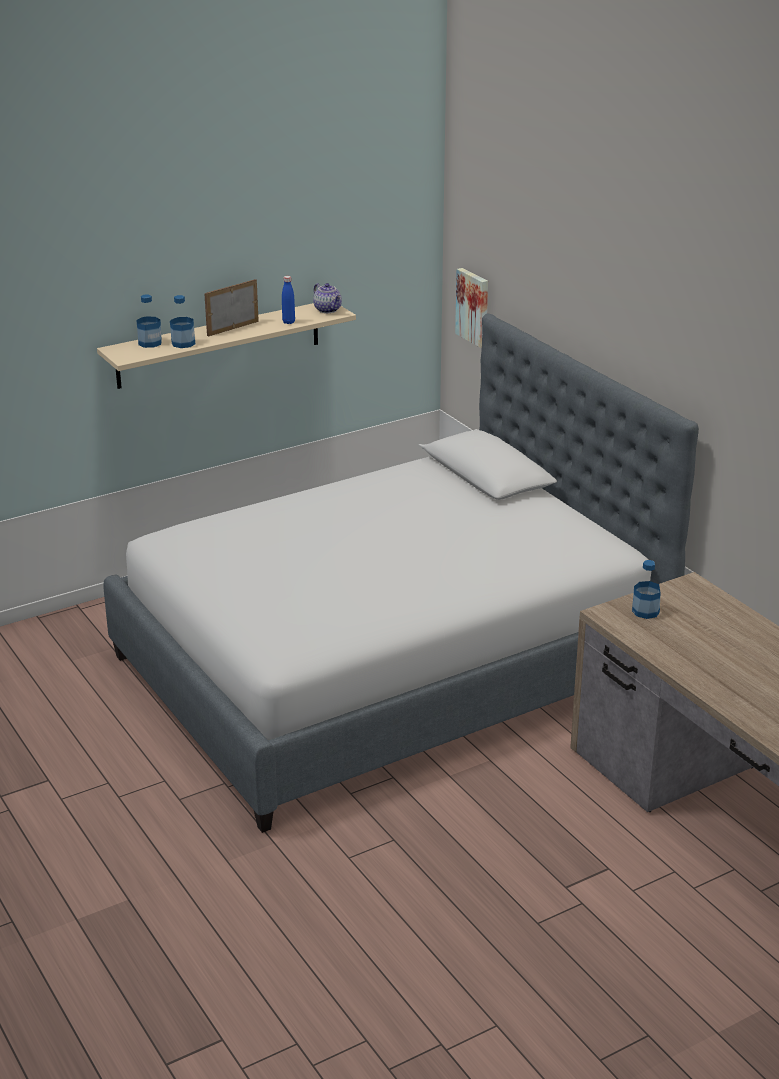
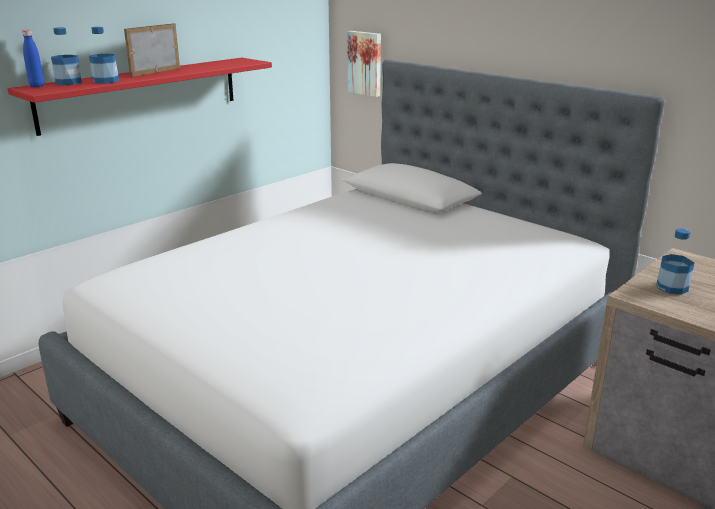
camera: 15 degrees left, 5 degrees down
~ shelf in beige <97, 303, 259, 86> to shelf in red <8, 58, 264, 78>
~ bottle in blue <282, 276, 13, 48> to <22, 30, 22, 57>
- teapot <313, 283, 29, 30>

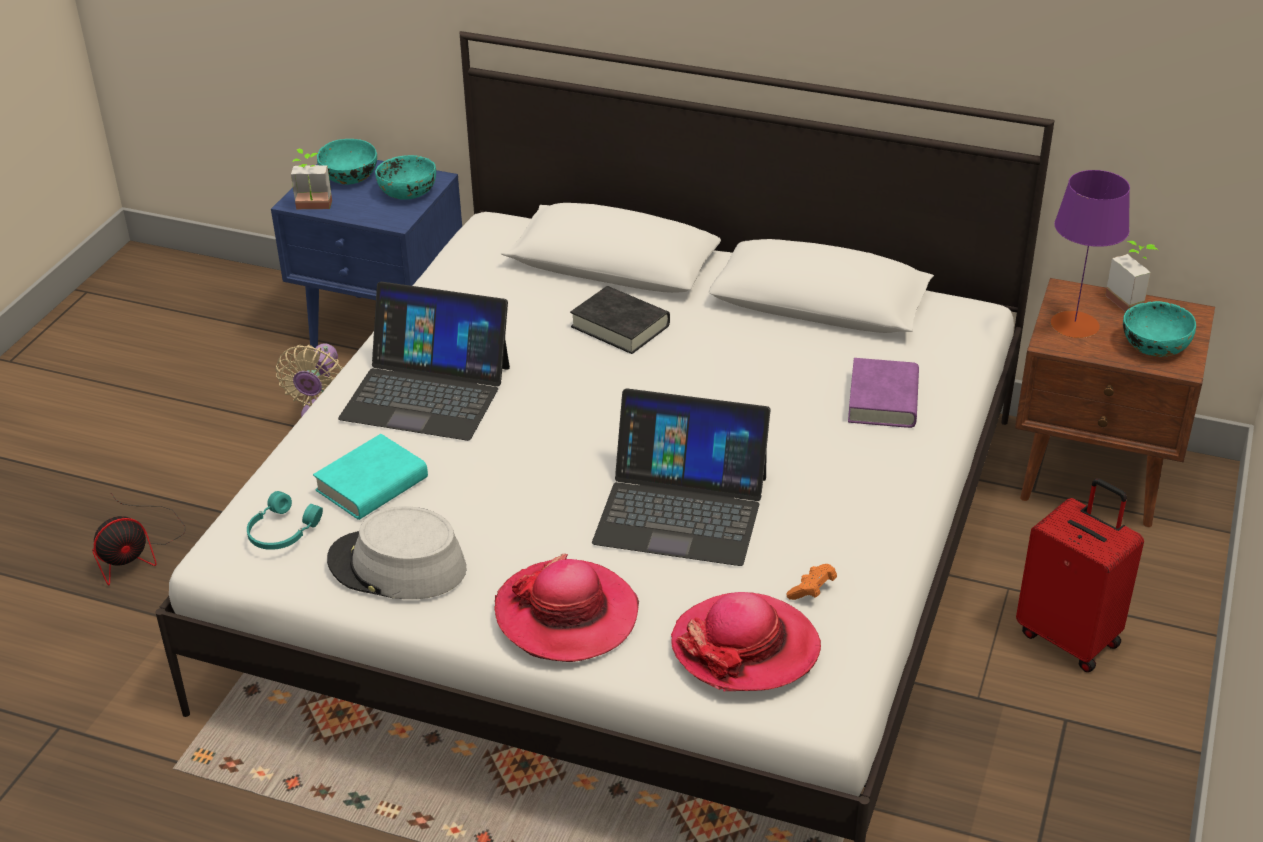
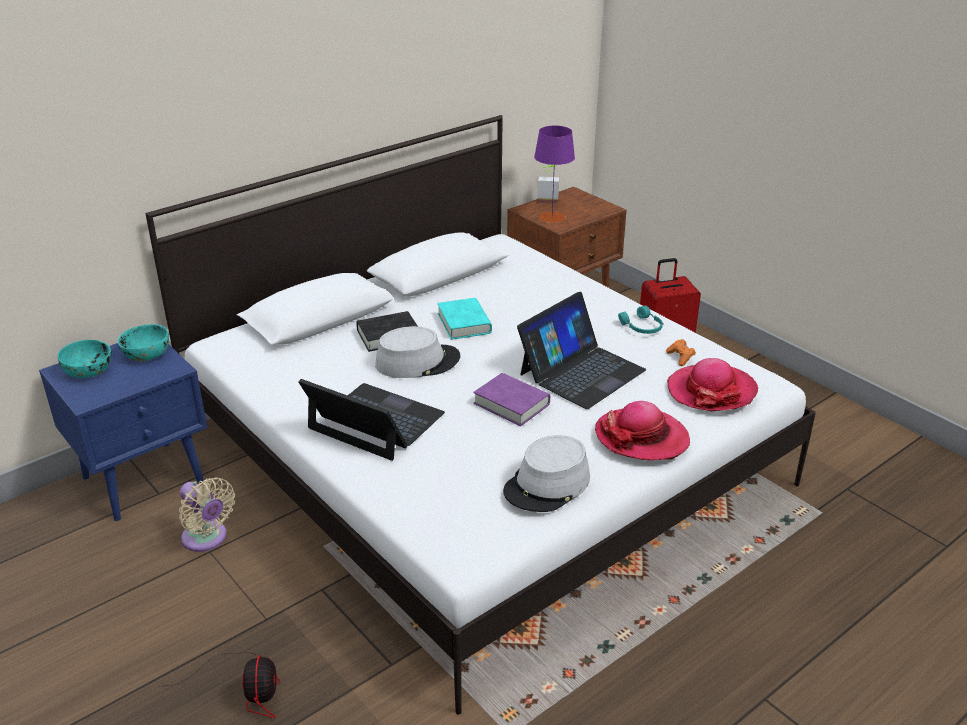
camera: 60 degrees left, 5 degrees down
~ headphones in turquoise <247, 491, 76, 59> to <618, 306, 45, 28>
- potted plant <291, 149, 41, 60>
~ book in turquoise <313, 434, 115, 86> to <437, 298, 55, 42>
~ laptop <338, 282, 172, 159> = <298, 379, 147, 82> 105 degrees counterclockwise
~ book in purple <848, 358, 71, 70> to <473, 373, 77, 53>
- bowl in turquoise <1123, 301, 73, 56>
+ hat in grey <375, 326, 85, 52>

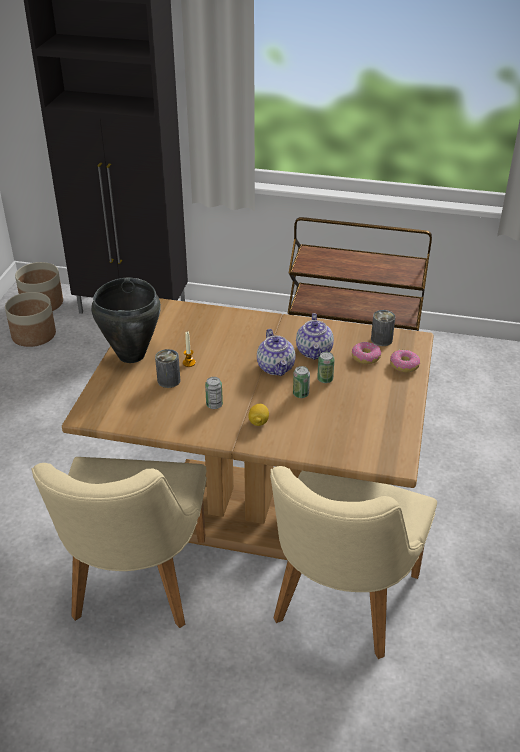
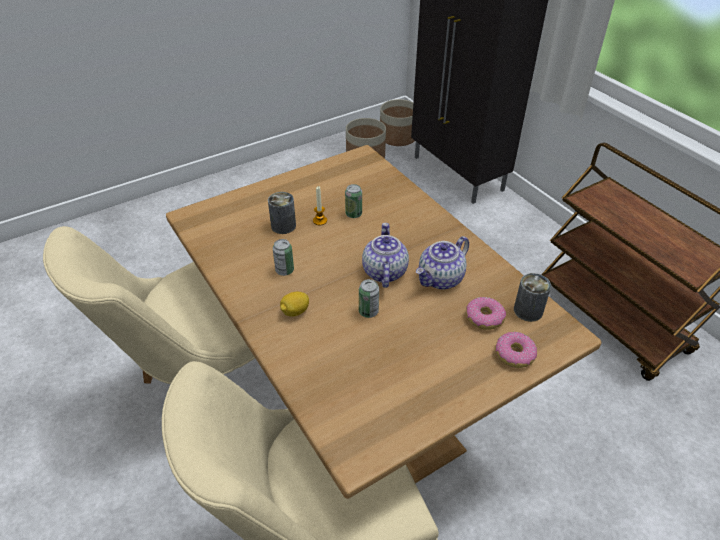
camera: 45 degrees right, 5 degrees up
- cooking pot in black <91, 278, 70, 85>
~ teapot <257, 329, 38, 47> = <362, 223, 47, 65> 150 degrees clockwise
~ can <317, 352, 18, 31> to <345, 184, 17, 34>

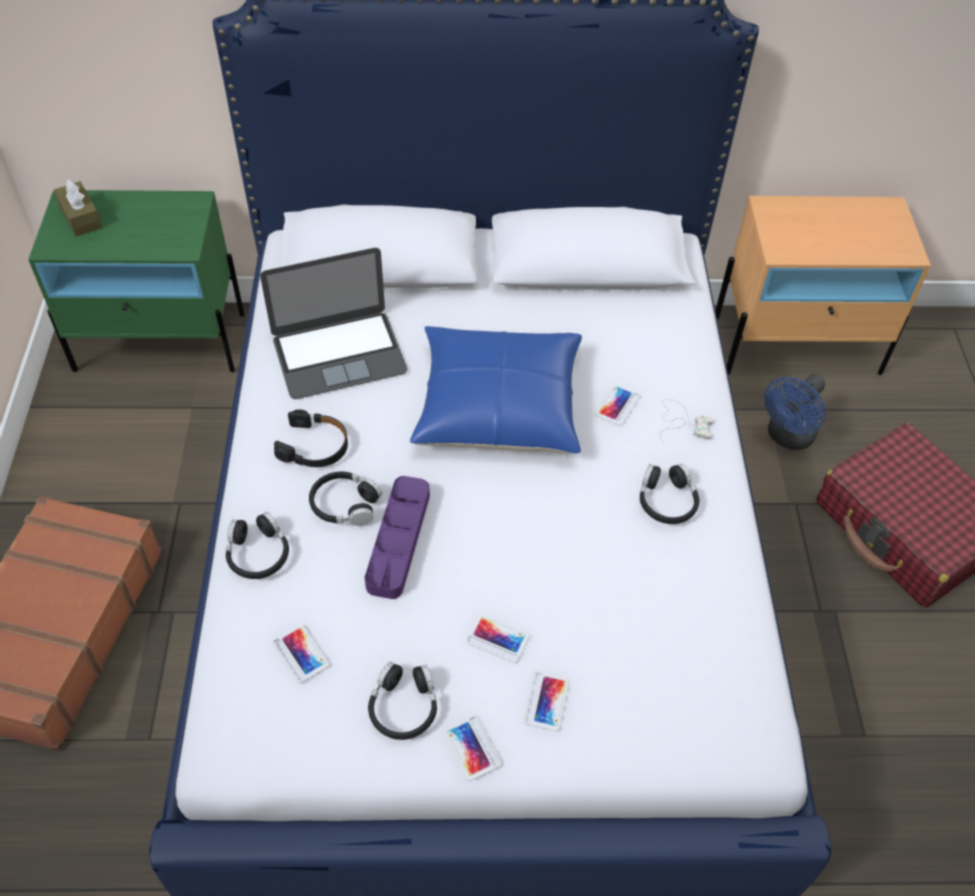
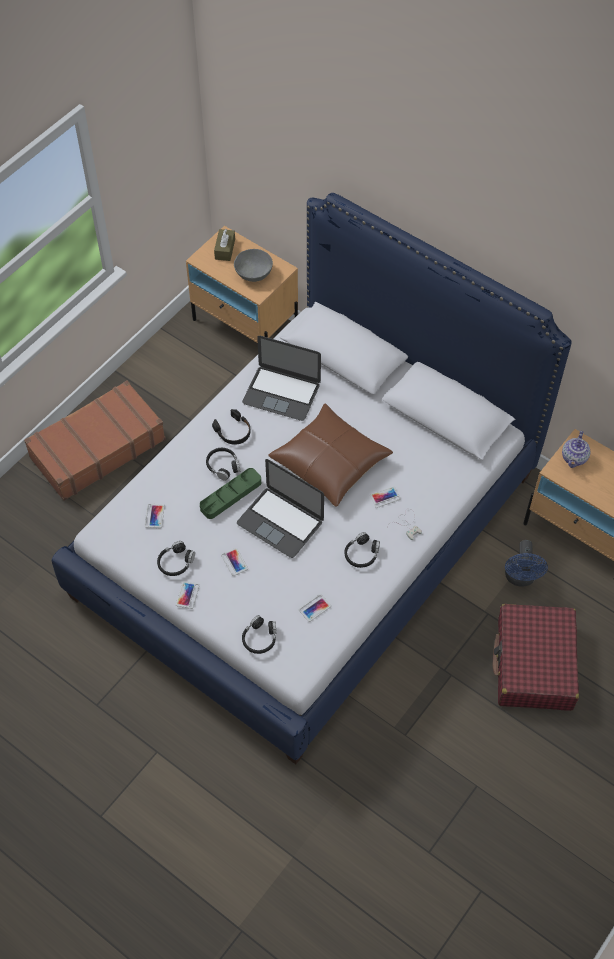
camera: 40 degrees right, 5 degrees up
~ nightstand in green <28, 190, 217, 182> to nightstand in beige <186, 226, 112, 117>
~ headphones in black <225, 512, 64, 67> to <242, 615, 34, 39>
~ tray in purple <365, 476, 65, 123> to tray in green <200, 468, 61, 51>
~ pillow in blue <410, 326, 172, 128> to pillow in brown <268, 403, 125, 104>
~ phone <523, 671, 46, 60> to <299, 594, 32, 28>
~ fan in blue <764, 374, 62, 76> = <505, 540, 43, 47> 75 degrees counterclockwise
+ bowl in grey <234, 249, 39, 33>
+ laptop <237, 459, 87, 99>
+ teapot <562, 431, 28, 37>

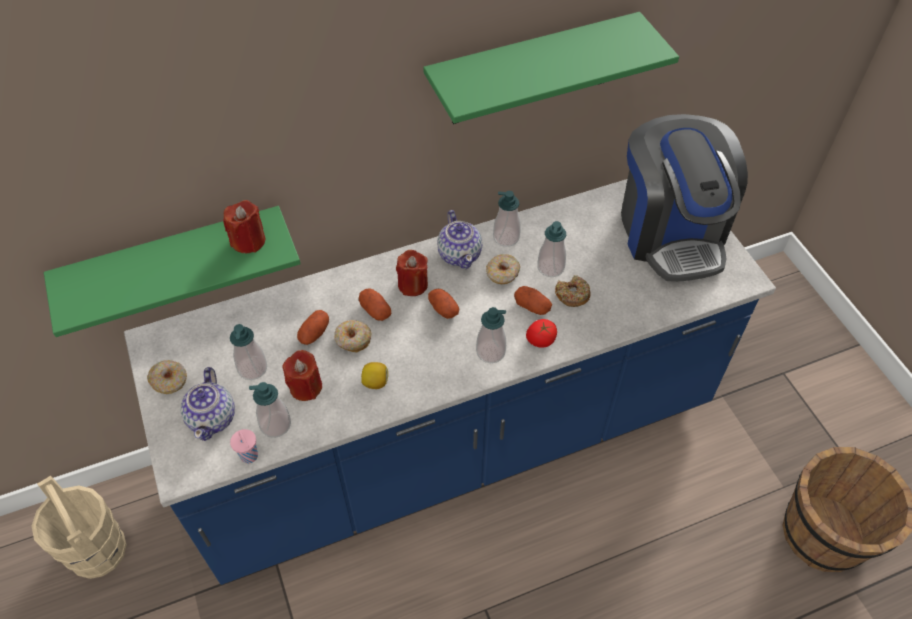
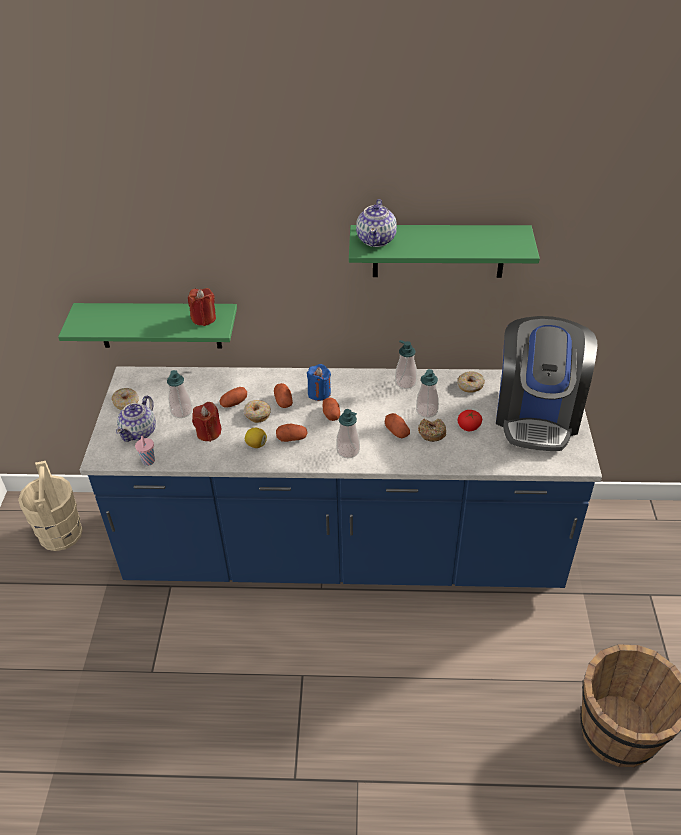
camera: 25 degrees right, 10 degrees down
- soap dispenser <249, 382, 42, 56>
~ candle in red <396, 250, 32, 46> to candle in blue <307, 364, 24, 37>
~ teapot <437, 210, 45, 59> to <356, 199, 41, 48>
~ donut <486, 254, 34, 30> to <457, 371, 28, 22>
~ tomato <526, 319, 31, 29> to <458, 410, 24, 21>
+ potato <276, 424, 31, 18>

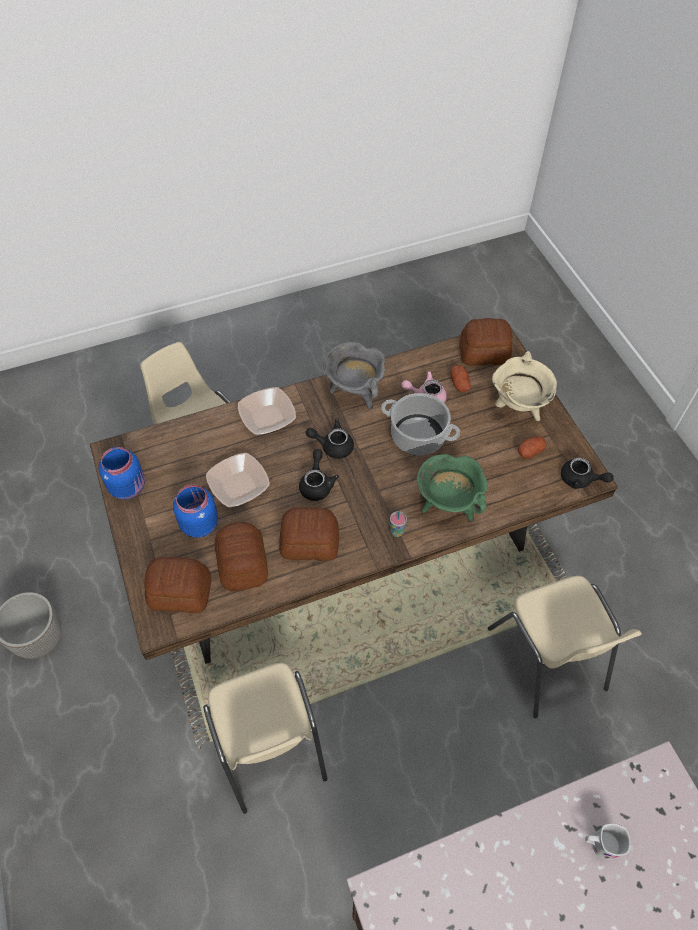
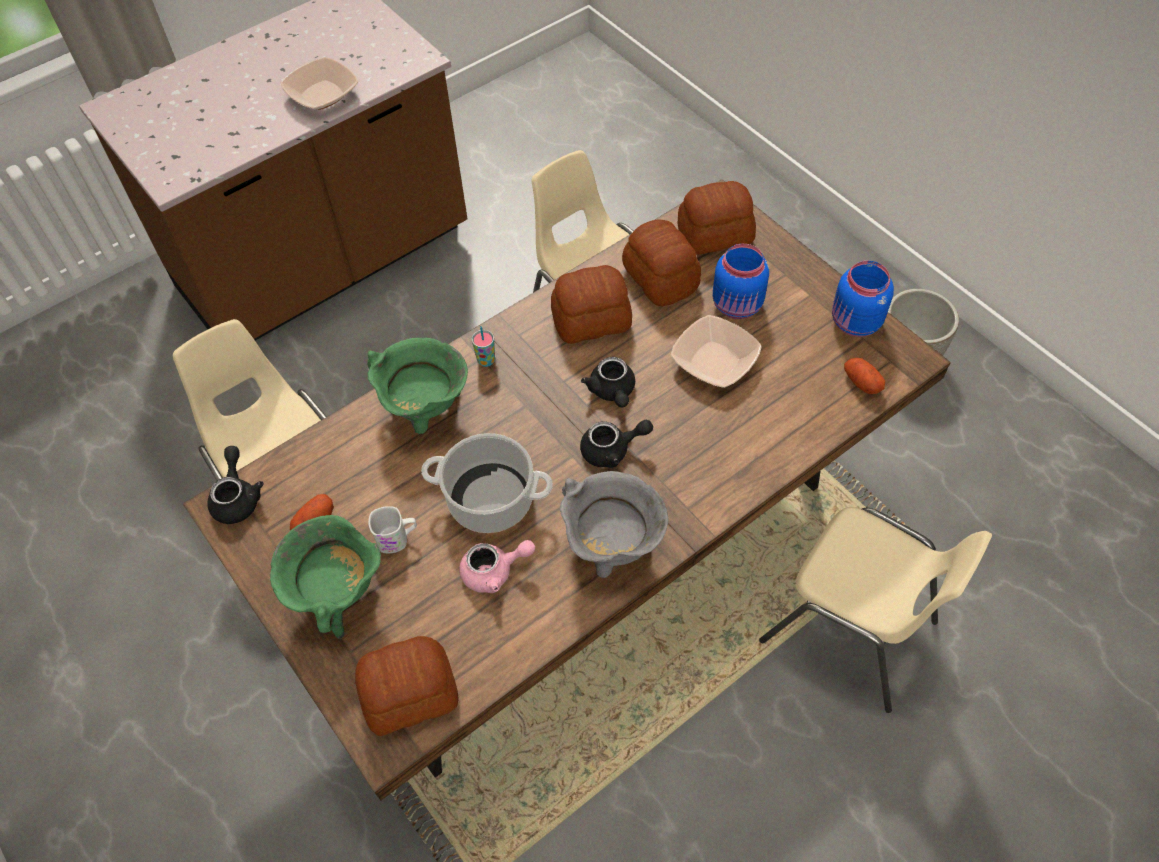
camera: 165 degrees right, 0 degrees up
~ bowl <238, 387, 58, 48> to <280, 57, 78, 53>
~ potato <450, 365, 21, 27> to <844, 358, 41, 36>
~ cooking pot in beige <492, 351, 65, 70> to cooking pot in green <270, 515, 111, 124>
~ teapot in black <561, 457, 53, 32> = <208, 446, 56, 78> 75 degrees clockwise
~ mug in white <585, 823, 46, 37> to <368, 506, 49, 47>

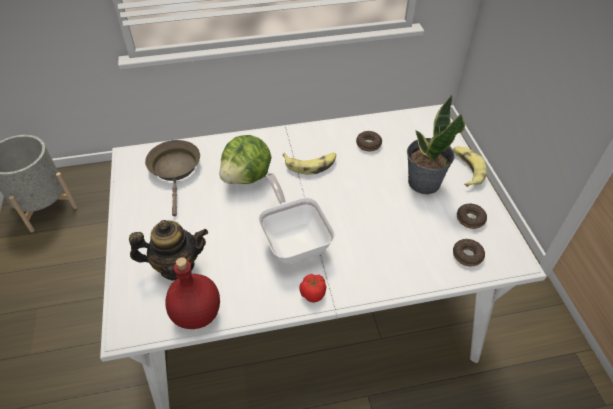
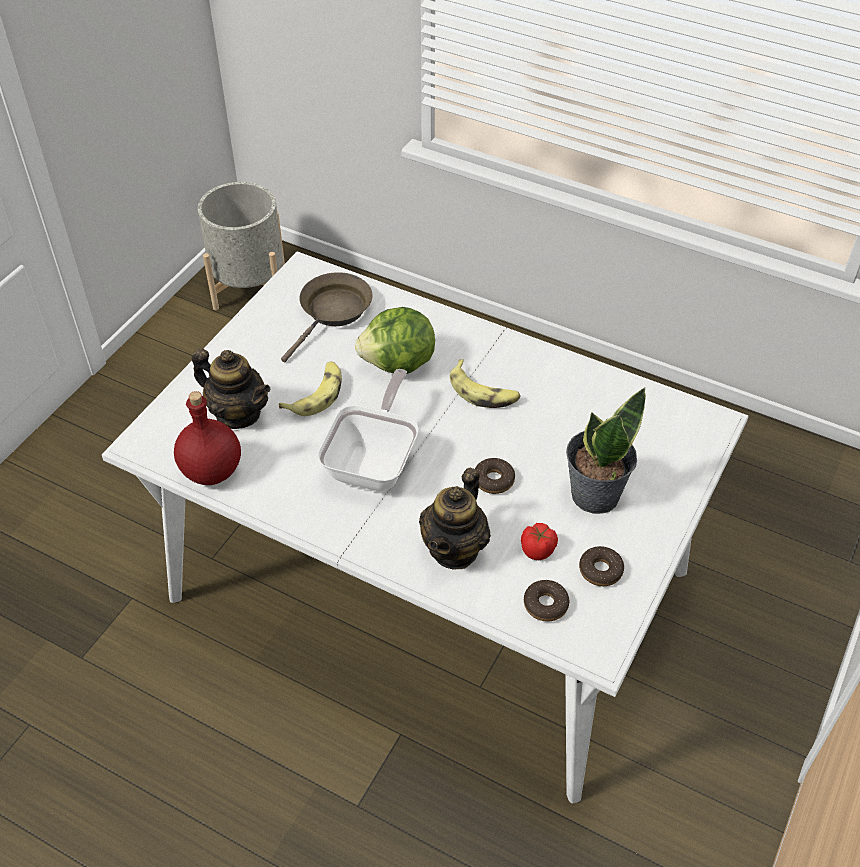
camera: 40 degrees right, 0 degrees up
~ tomato <300, 274, 26, 29> to <521, 523, 37, 37>
~ donut <356, 131, 26, 20> to <475, 458, 40, 36>
~ banana <453, 146, 34, 41> to <279, 361, 63, 55>
+ teapot <419, 468, 72, 101>

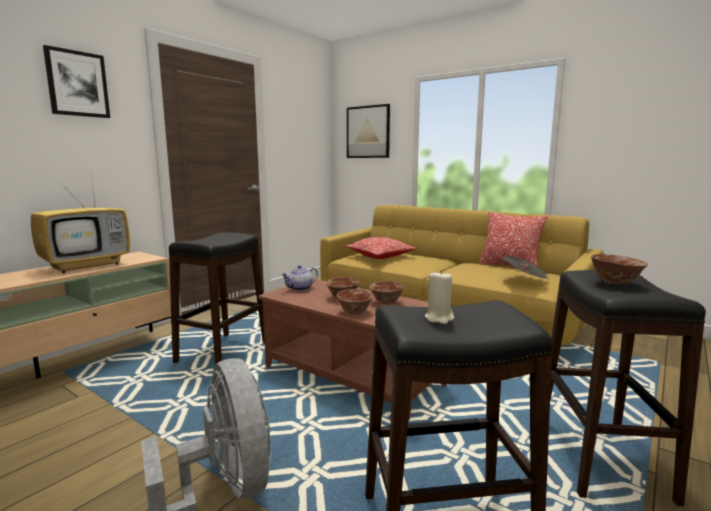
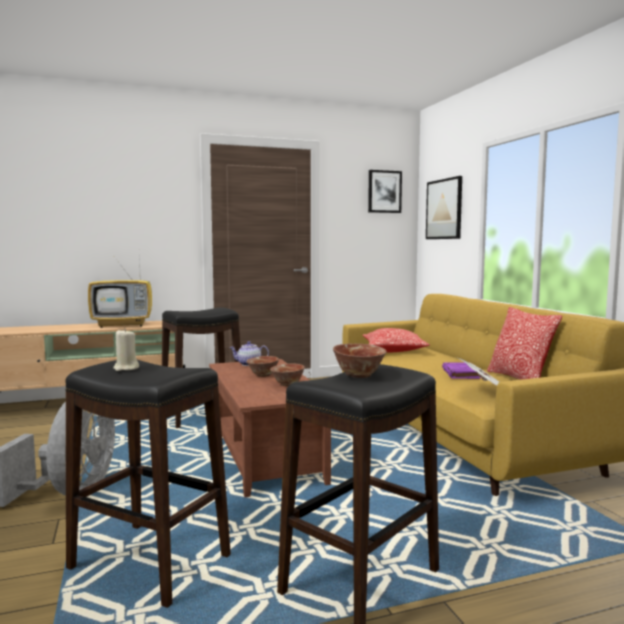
camera: 35 degrees right, 5 degrees down
~ picture <43, 45, 67, 73> to <368, 170, 34, 43>
- bowl <337, 289, 36, 26>
+ book in purple <442, 362, 38, 17>

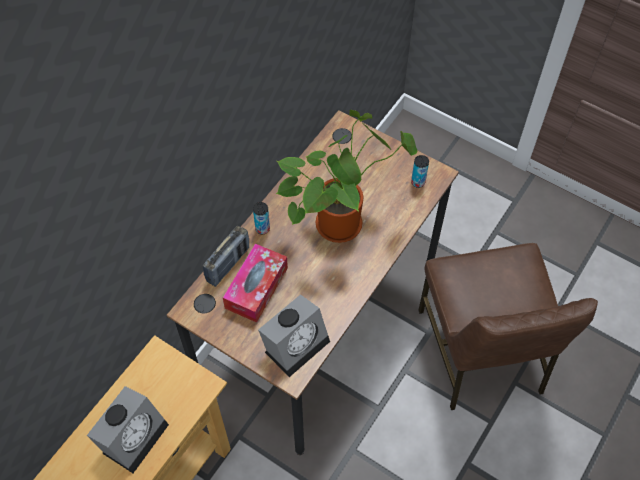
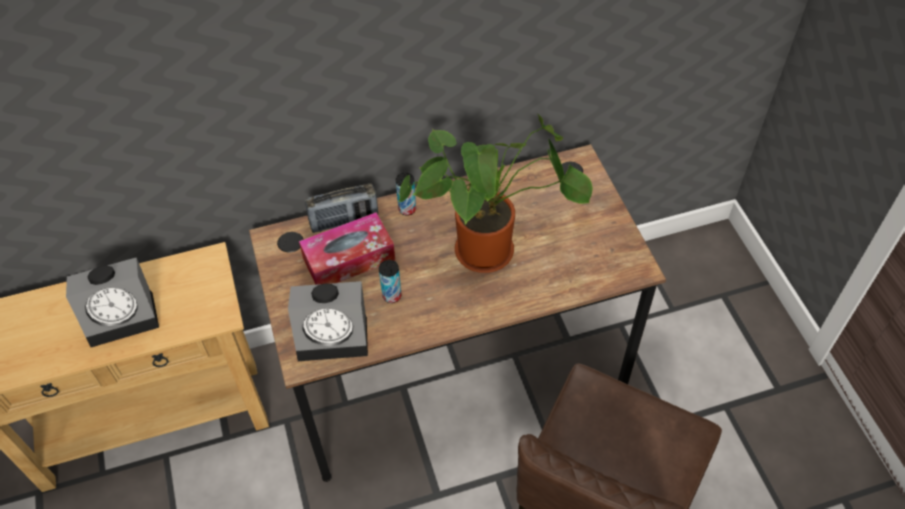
camera: 40 degrees right, 5 degrees down
~ can <411, 155, 18, 33> to <379, 260, 23, 43>

